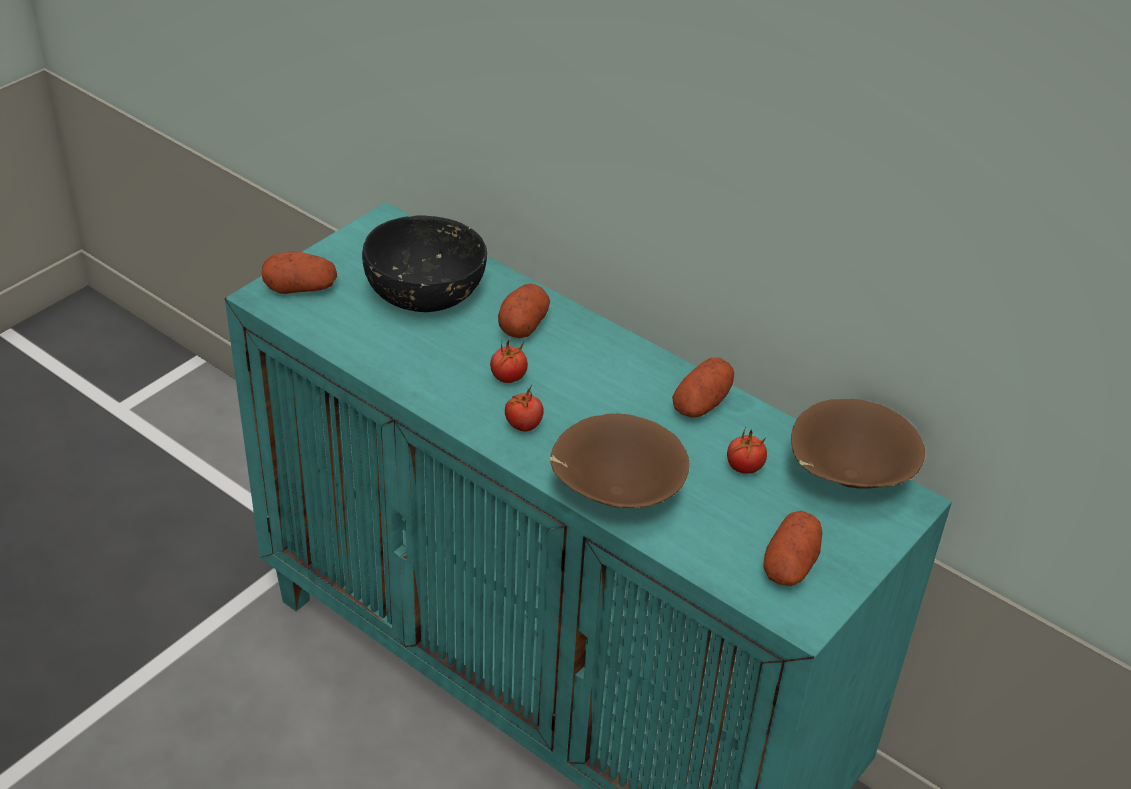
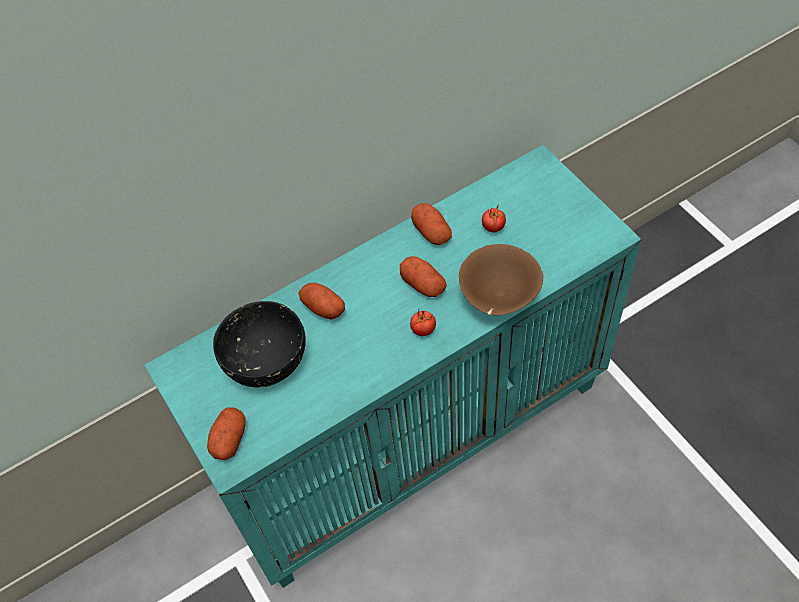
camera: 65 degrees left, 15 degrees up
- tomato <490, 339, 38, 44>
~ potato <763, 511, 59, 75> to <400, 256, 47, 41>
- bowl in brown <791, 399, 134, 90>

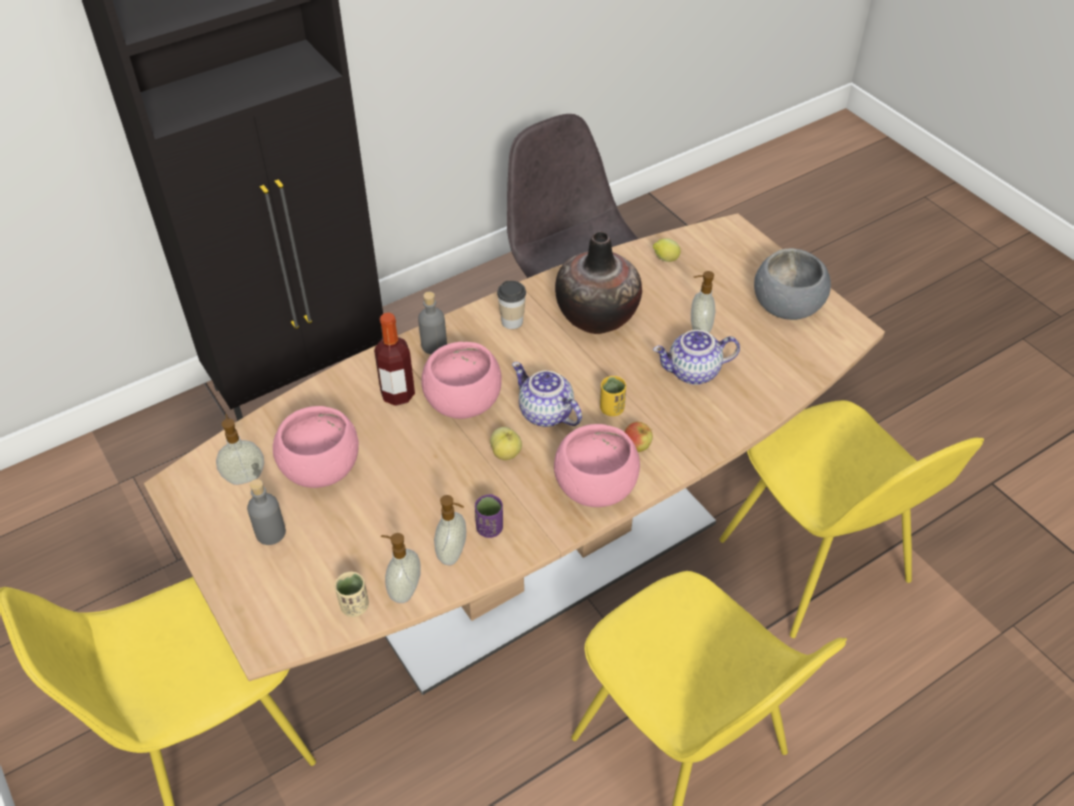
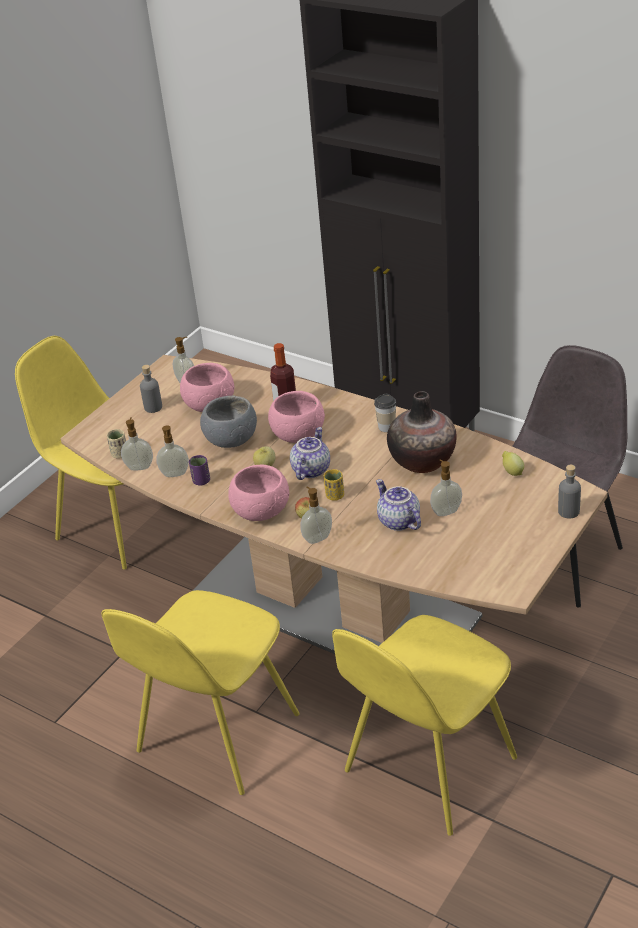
camera: 70 degrees right, 10 degrees down
~ bottle in grey <418, 292, 29, 62> to <558, 465, 23, 54>
~ bowl in grey <754, 248, 77, 72> to <200, 396, 57, 52>
+ soap dispenser <301, 487, 31, 57>

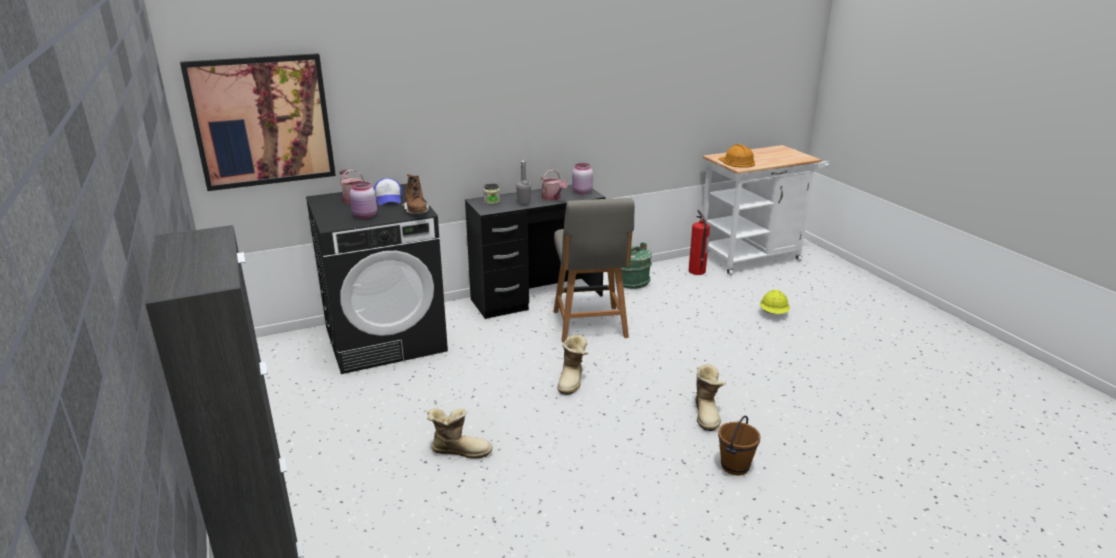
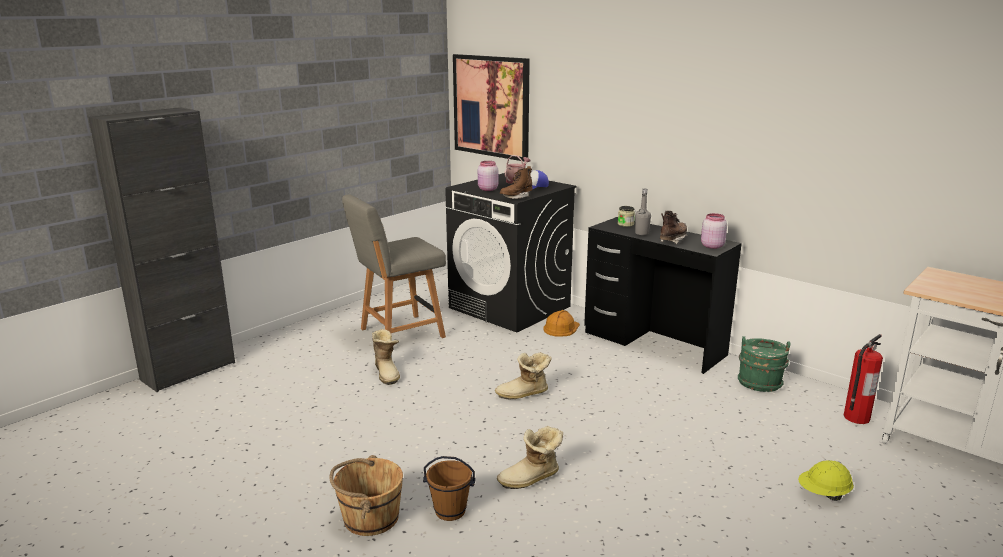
camera: 65 degrees right, 5 degrees down
~ watering can <541, 170, 27, 31> to boot in brown <660, 211, 28, 33>
~ chair in grey <554, 198, 81, 144> to <342, 194, 104, 144>
~ hard hat in orange <718, 144, 37, 24> to <543, 310, 37, 27>
+ bucket in brown <329, 455, 74, 81>

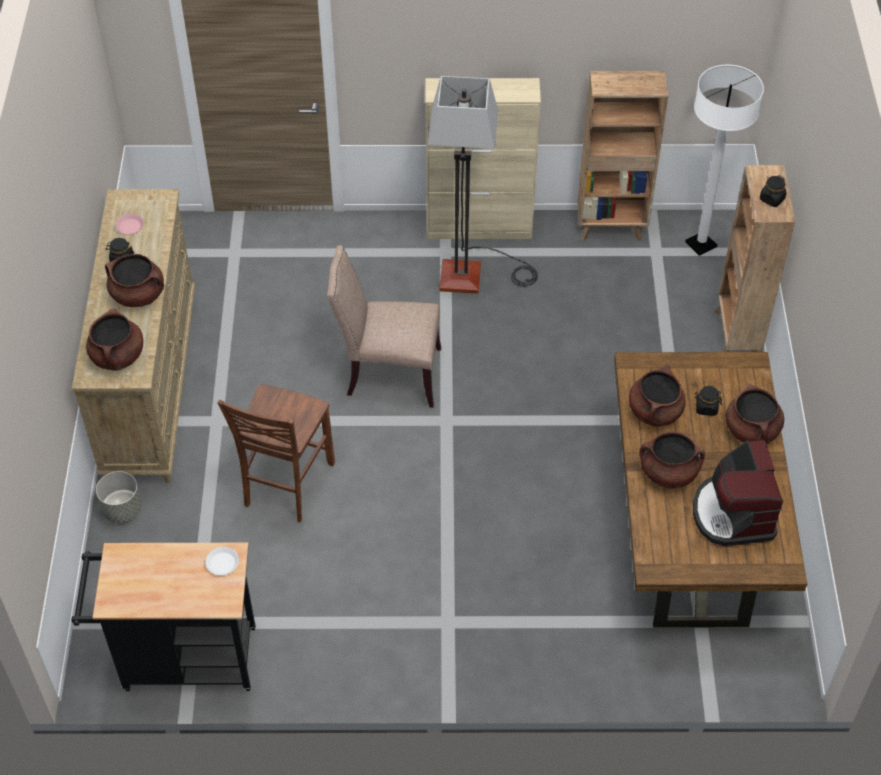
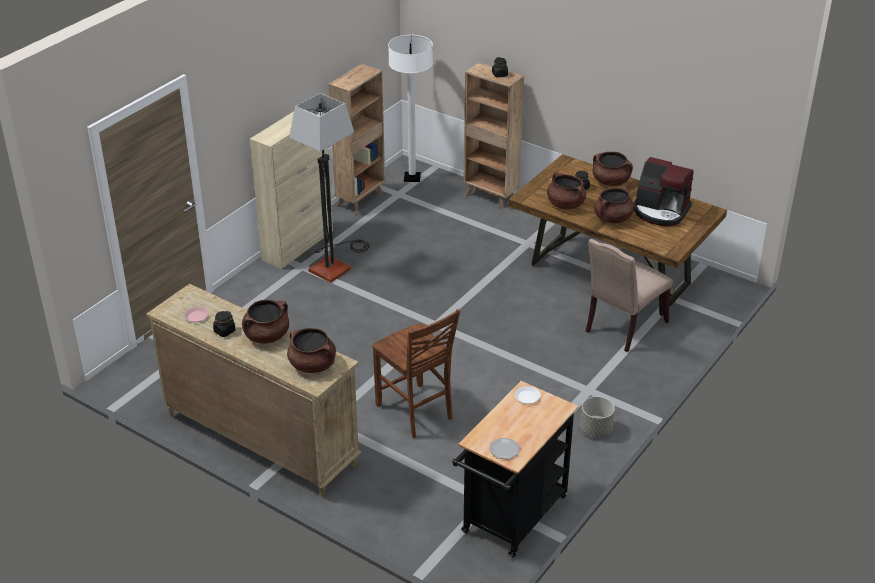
camera: 55 degrees left, 15 degrees down
~ planter in grey <96, 471, 46, 52> to <580, 396, 35, 42>
~ chair in beige <327, 245, 114, 163> to <585, 239, 88, 113>
+ plate <489, 438, 31, 22>

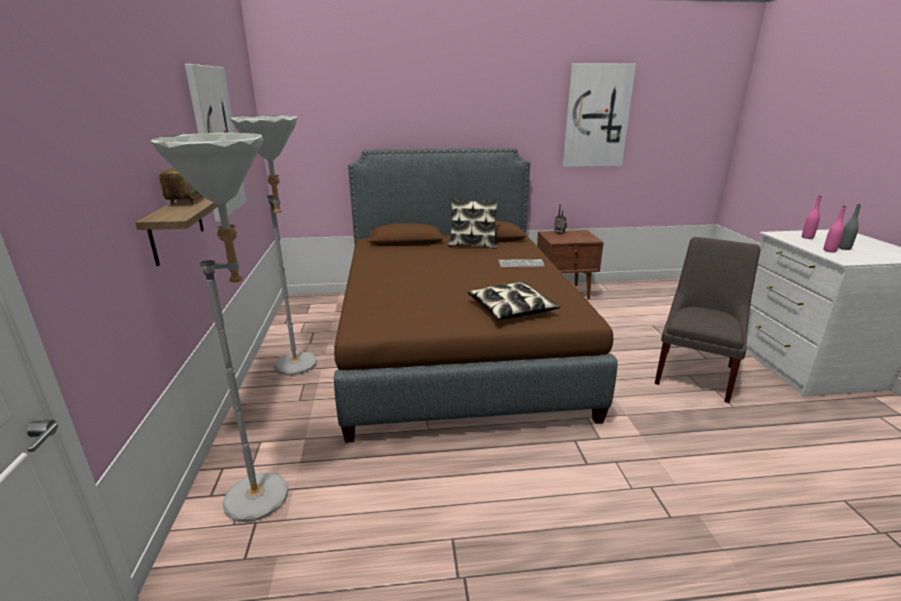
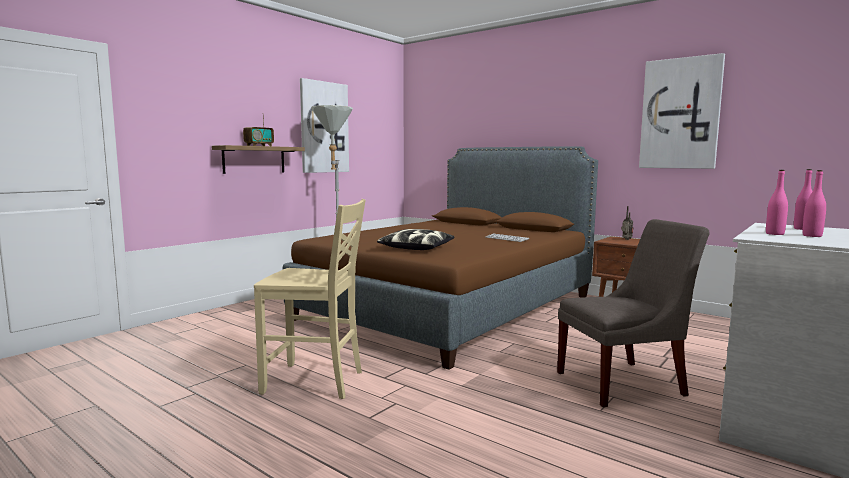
camera: 45 degrees right, 15 degrees down
- floor lamp in grey <151, 133, 137, 389>
- pillow <448, 198, 51, 51>
~ bottle in grey <838, 204, 23, 46> to bottle in pink <803, 170, 23, 67>
+ chair in beige <254, 199, 112, 200>

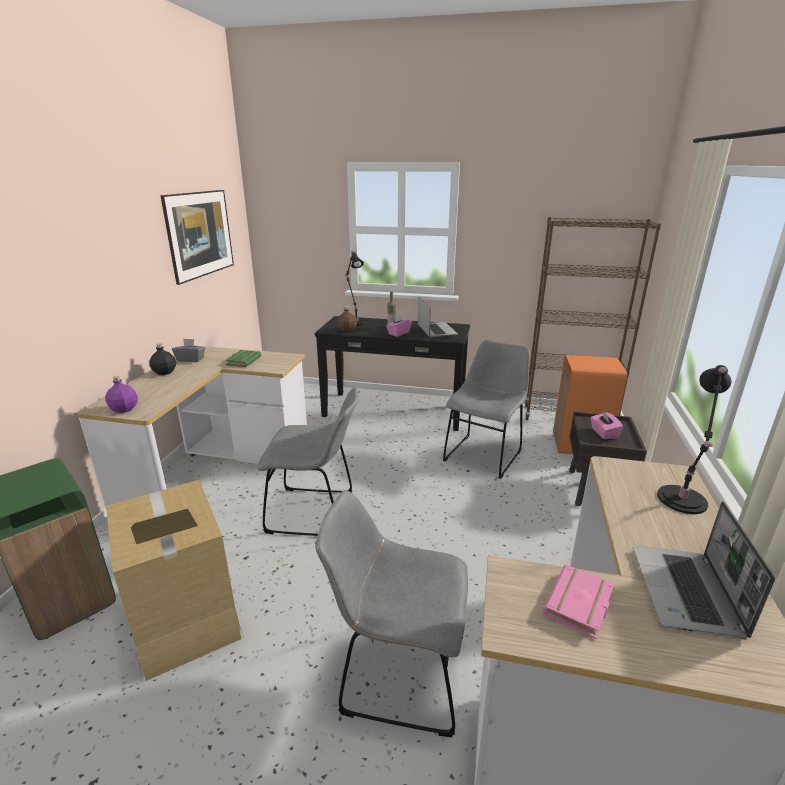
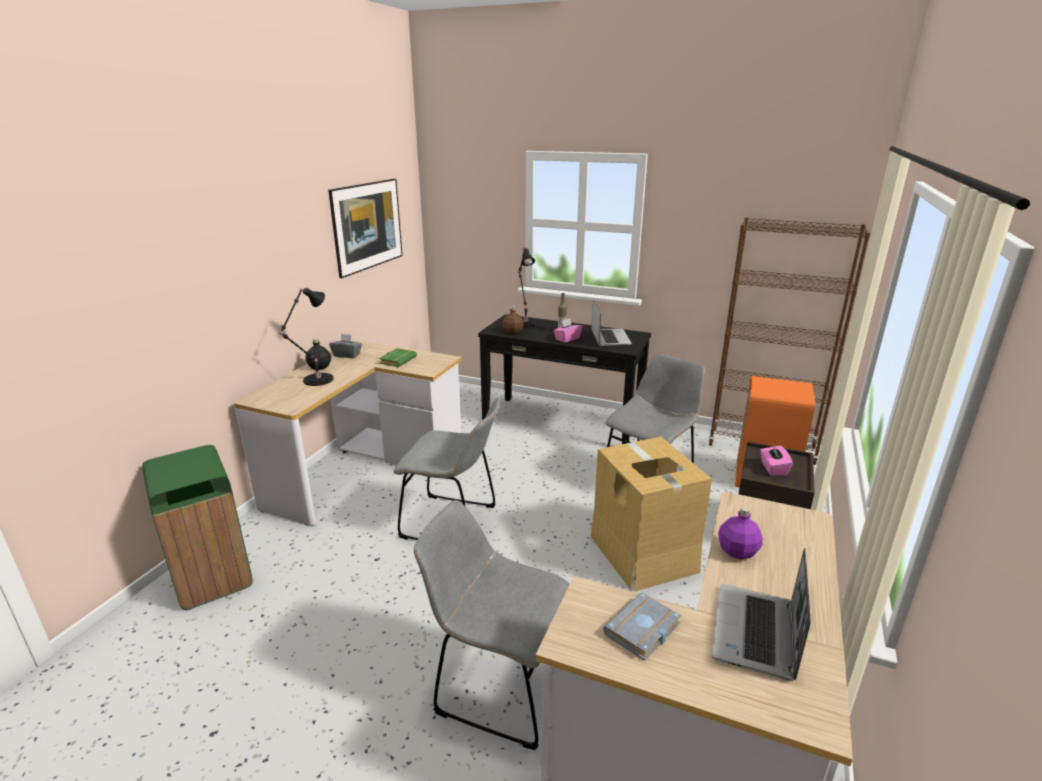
camera: 10 degrees right, 0 degrees up
~ bottle in purple <105, 376, 33, 37> to <718, 506, 45, 53>
~ cardboard box <106, 480, 136, 201> to <591, 437, 121, 154>
~ book in pink <543, 565, 71, 75> to book in grey <603, 593, 78, 68>
~ table lamp in black <657, 365, 74, 149> to <279, 288, 55, 98>

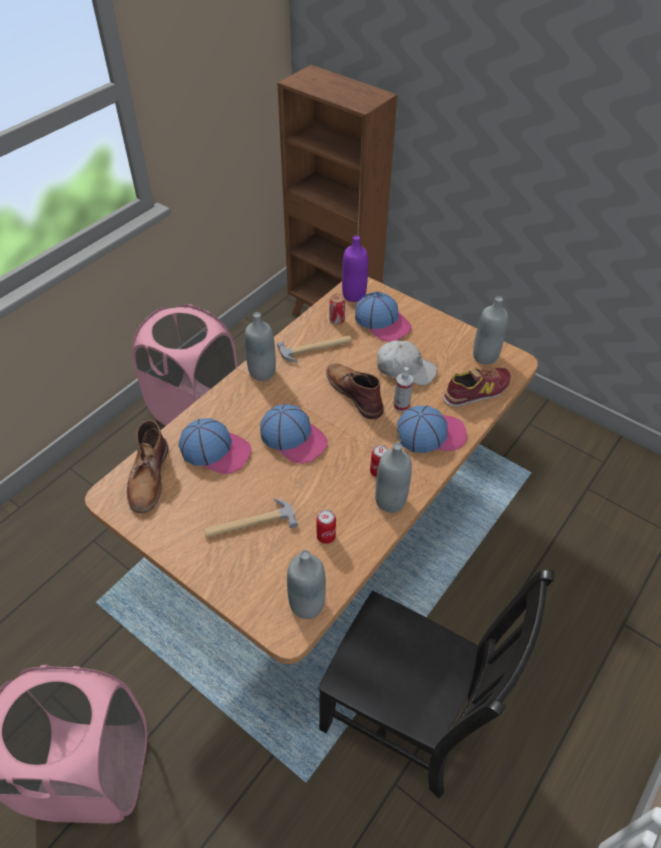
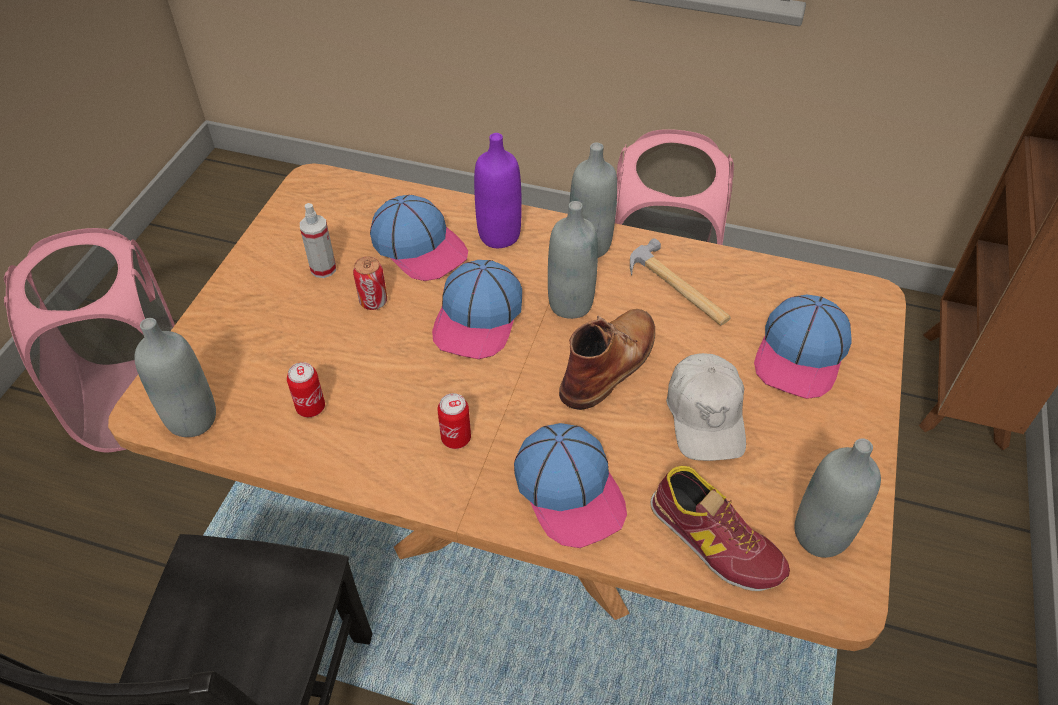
camera: 70 degrees right, 0 degrees up
- boot in brown <127, 420, 42, 93>
~ cap <179, 418, 73, 56> = <370, 195, 98, 86> 45 degrees counterclockwise
- hammer <204, 498, 94, 40>
~ can <329, 294, 17, 30> to <353, 256, 34, 54>
~ bottle in purple <342, 235, 26, 67> to <474, 133, 48, 115>
~ bottle in grey <375, 443, 37, 70> to <548, 201, 50, 118>
~ spray bottle <393, 367, 20, 45> to <300, 203, 36, 75>

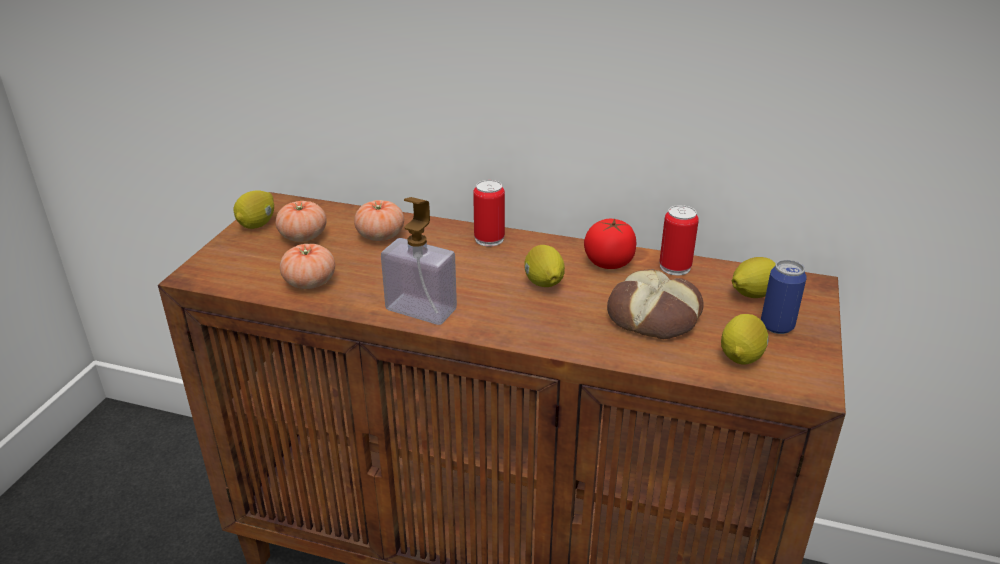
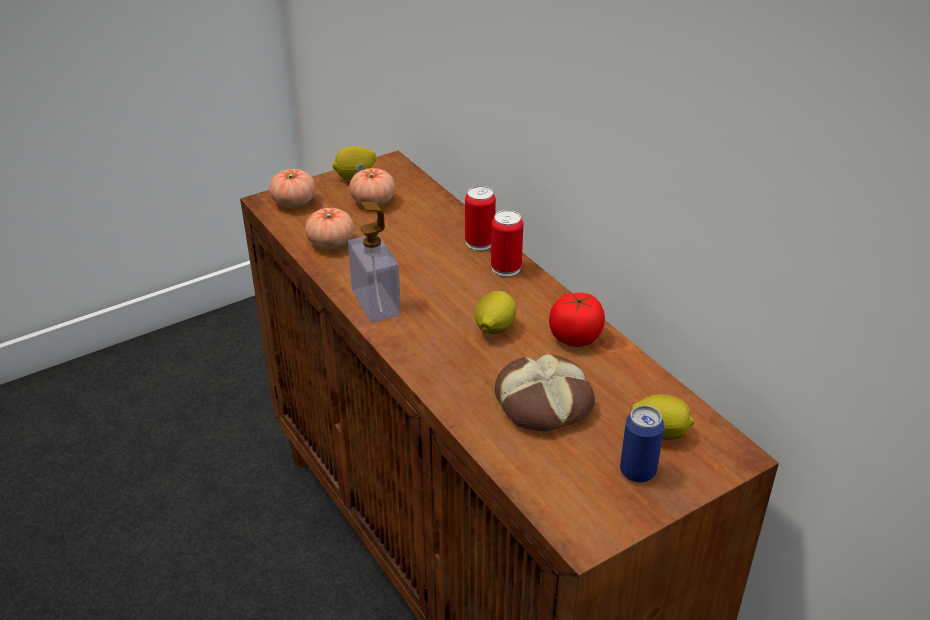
camera: 40 degrees right, 5 degrees up
~ tomato <354, 200, 50, 41> to <269, 169, 47, 39>
~ can <659, 205, 40, 70> to <465, 186, 31, 65>
- lemon <721, 314, 48, 51>

